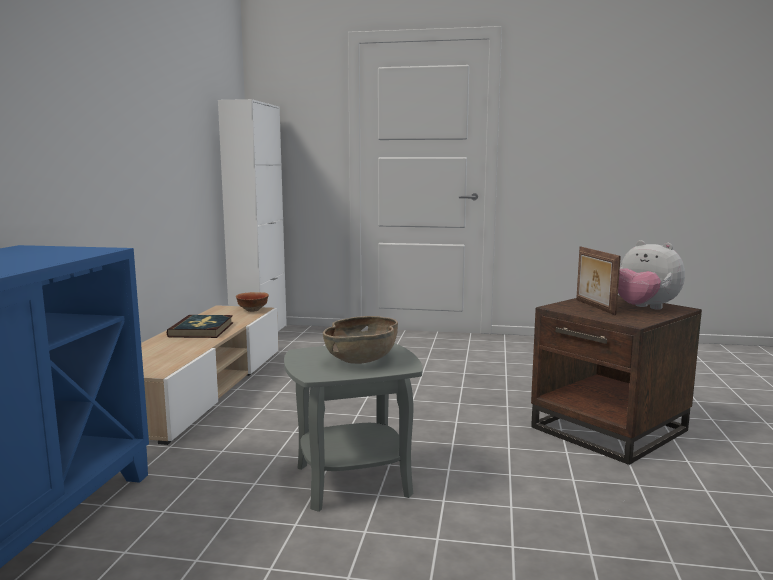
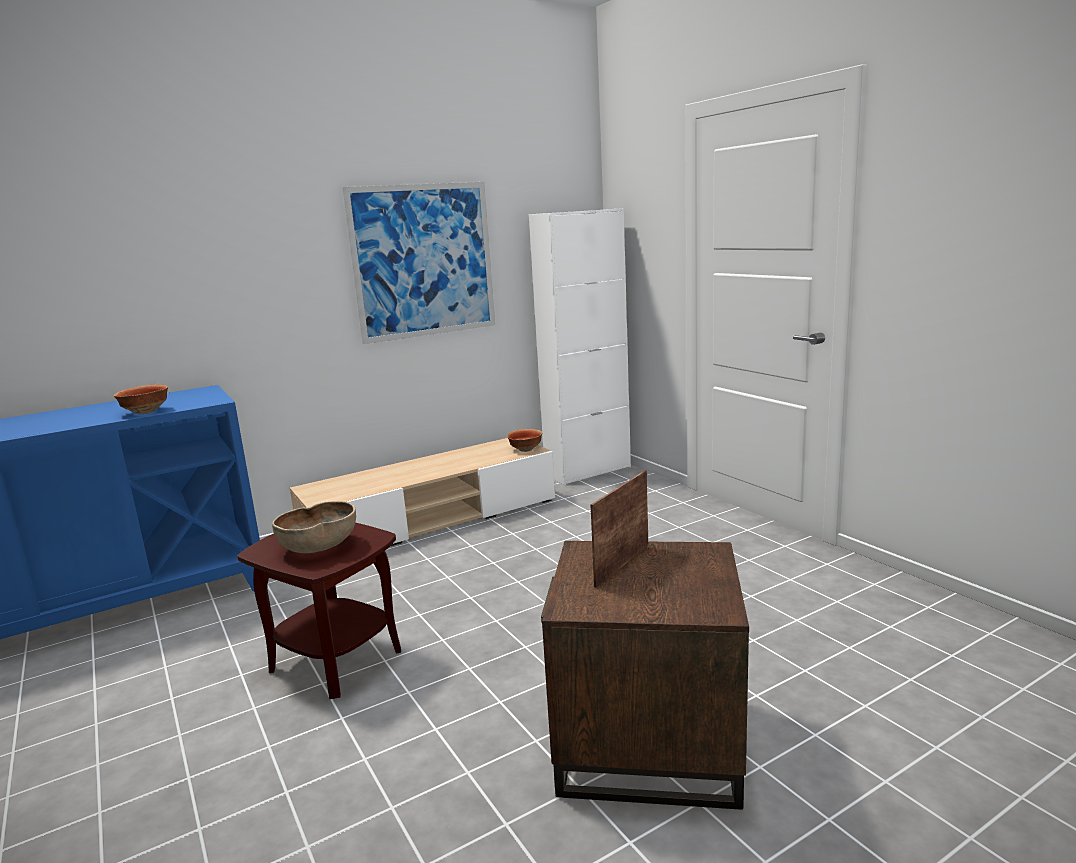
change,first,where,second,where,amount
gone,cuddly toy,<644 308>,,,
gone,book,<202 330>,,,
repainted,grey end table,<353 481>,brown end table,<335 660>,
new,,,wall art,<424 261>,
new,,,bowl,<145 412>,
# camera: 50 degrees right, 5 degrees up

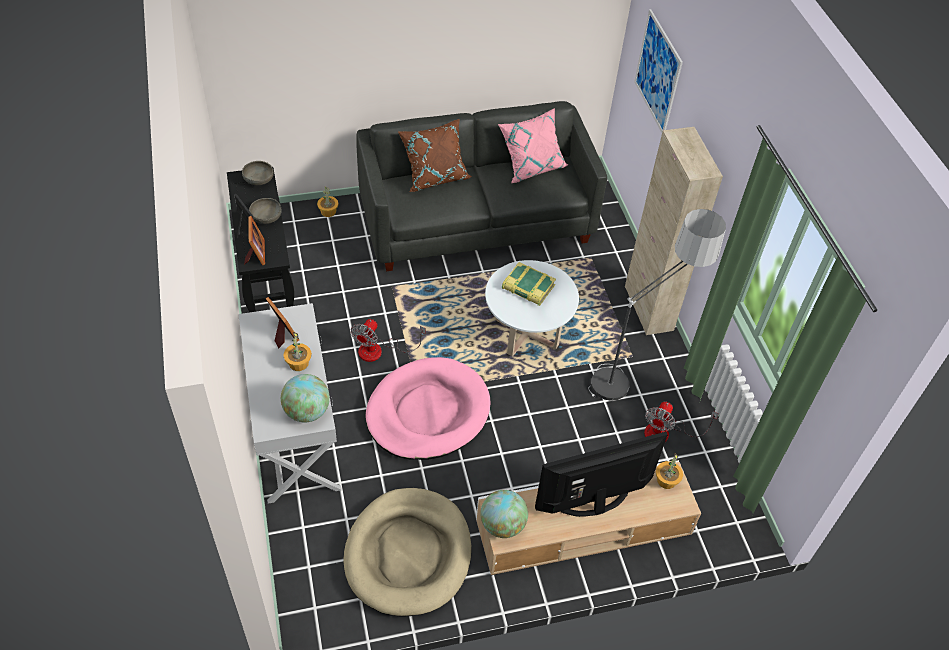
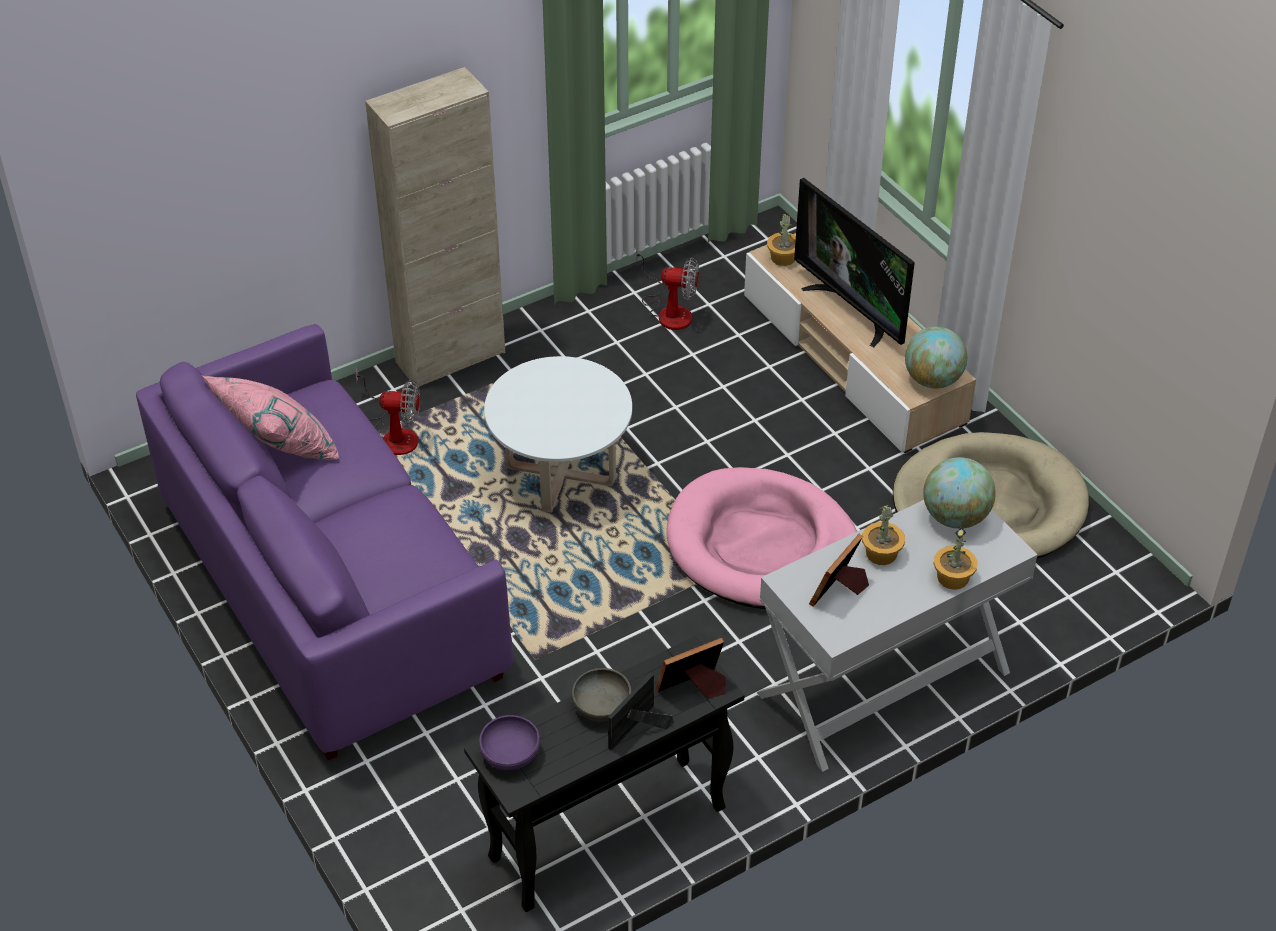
change,first,where,second,where,amount
gone,wall art,<657 72>,,,
repainted,grey settee,<477 221>,purple-coloured settee,<331 591>,
gone,brown pillow,<435 176>,,,
repainted,grey bowl,<258 180>,purple-coloured bowl,<510 754>,
shifted,plant in a pot,<328 212>,,<953 577>,
gone,standard lamp,<634 373>,,,
gone,book,<528 287>,,,
shifted,electric fan,<379 351>,,<394 434>,
# camera: 105 degrees left, 5 degrees down

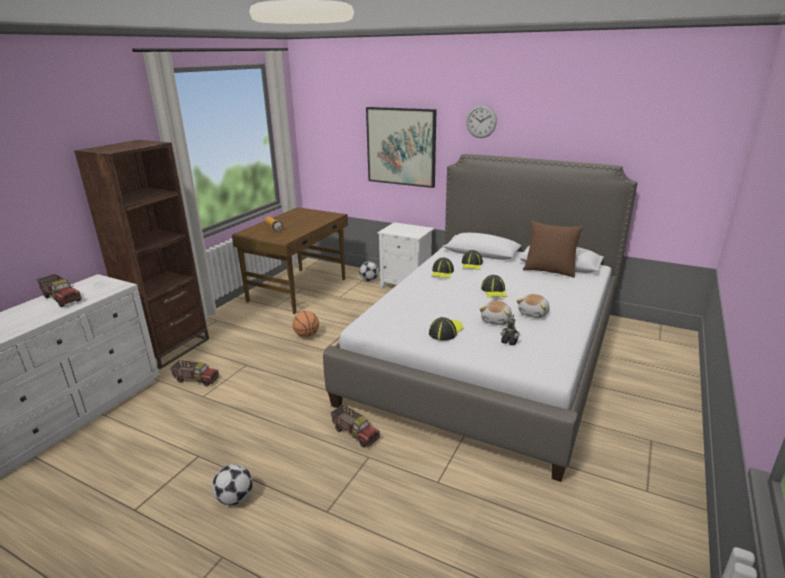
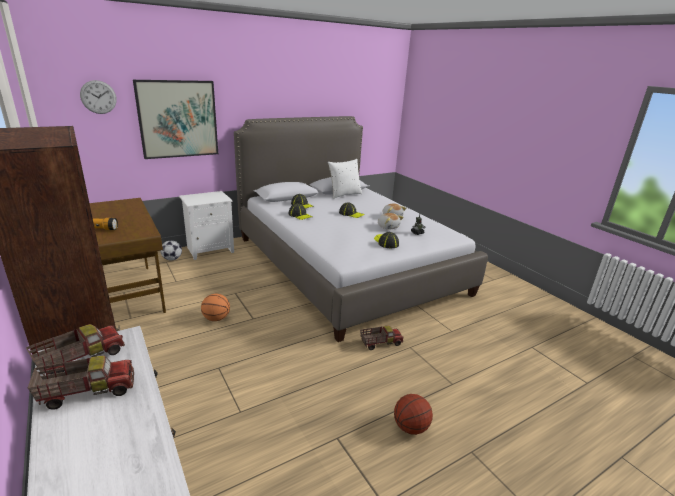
change,first,where,second,where,amount
shifted,hanging clock,<481 121>,,<98 97>,
repainted,brown pillow,<549 271>,white-coloured pillow,<344 194>,
shifted,toy lorry,<196 379>,,<81 359>,
swapped,football ball,<235 498>,basketball ball,<410 427>,
# camera: 60 degrees left, 0 degrees up

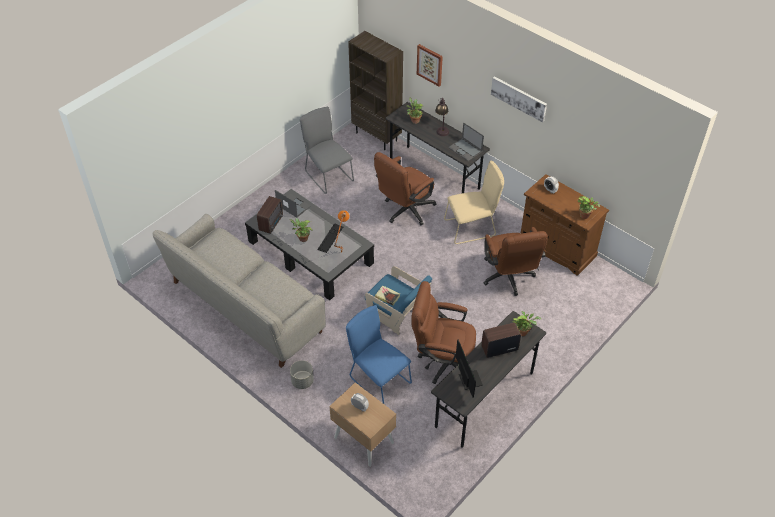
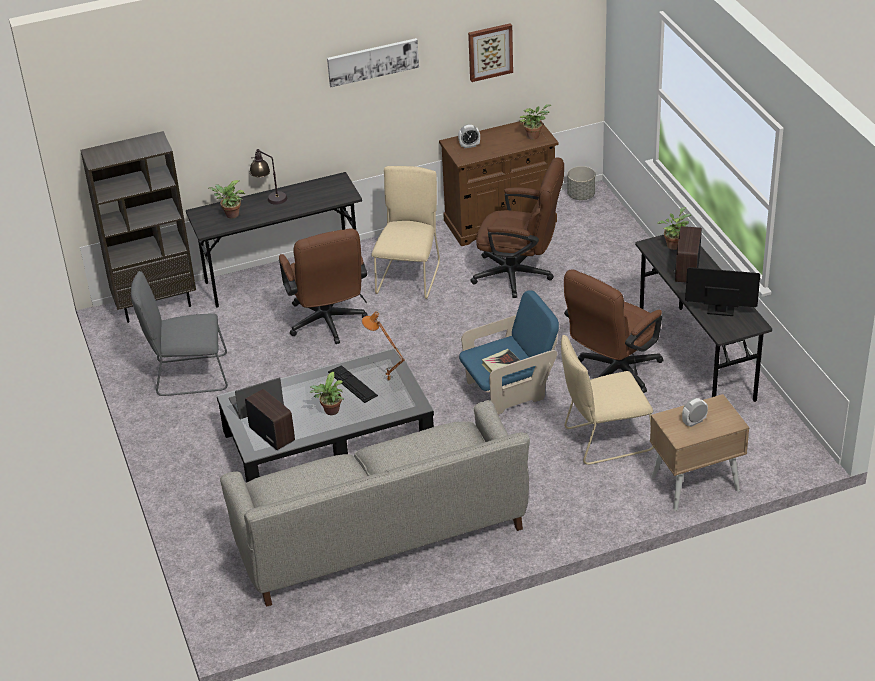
change,first,where,second,where,amount
shifted,wall art,<430 64>,,<490 51>,
gone,notebook computer,<465 150>,,,
repainted,bluish plain chair,<378 379>,beige-coloured plain chair,<604 440>,
shifted,grey plant pot,<302 381>,,<581 196>,
# camera: 60 degrees left, 10 degrees down

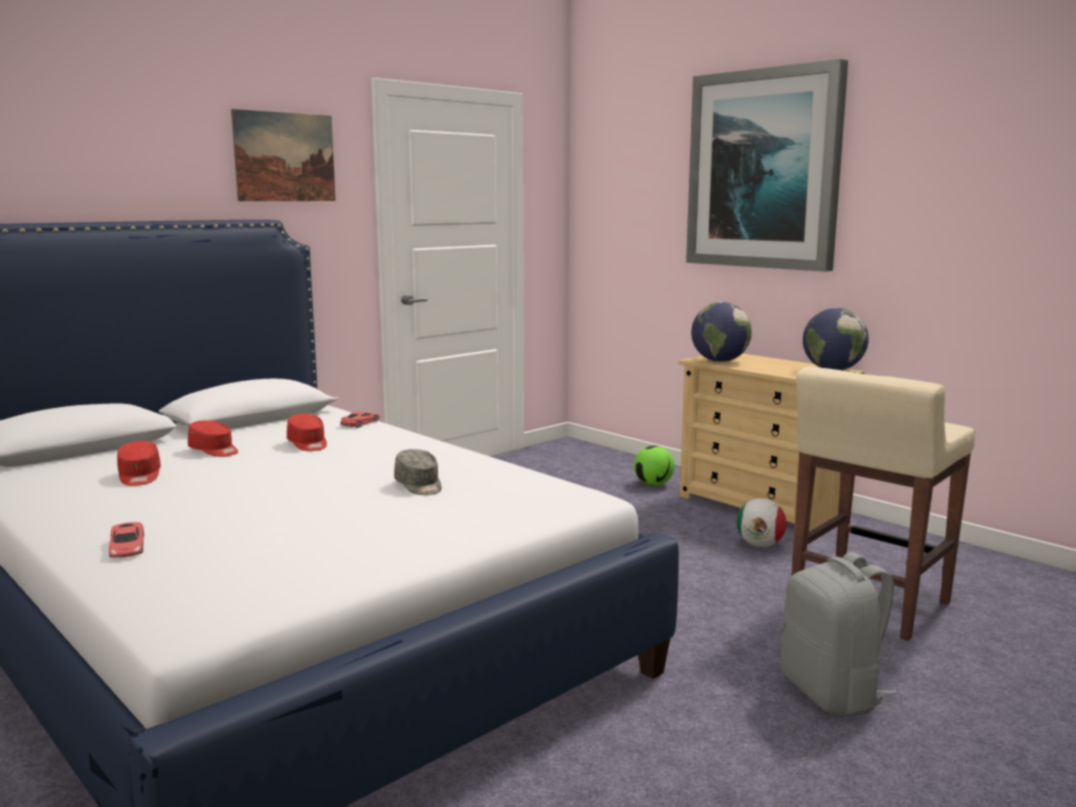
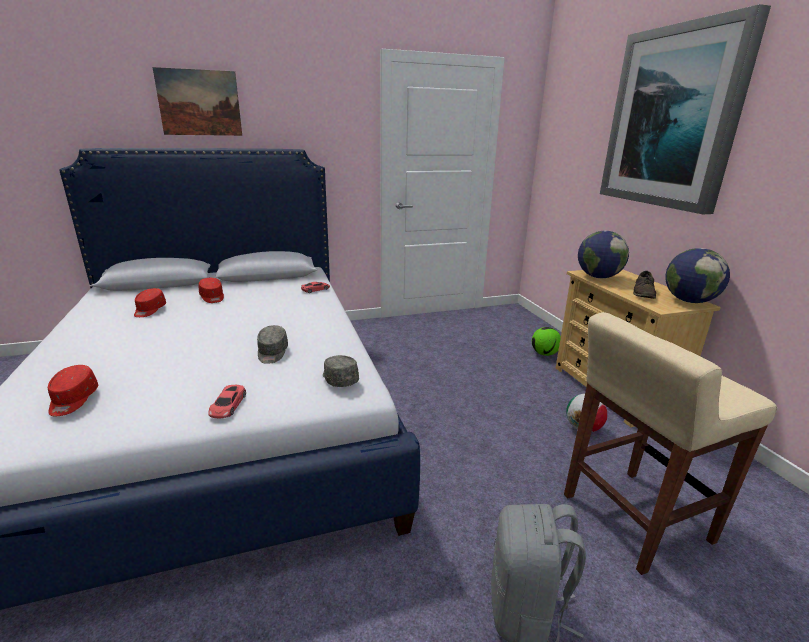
change,first,where,second,where,amount
shifted,wall art,<285 157>,,<199 103>,
shifted,red-coloured cap,<308 444>,,<73 400>,
shifted,red-coloured model car,<127 546>,,<228 405>,
new,,,brown shoe,<644 293>,
new,,,grey cap,<339 378>,
# camera: 25 degrees right, 10 degrees up

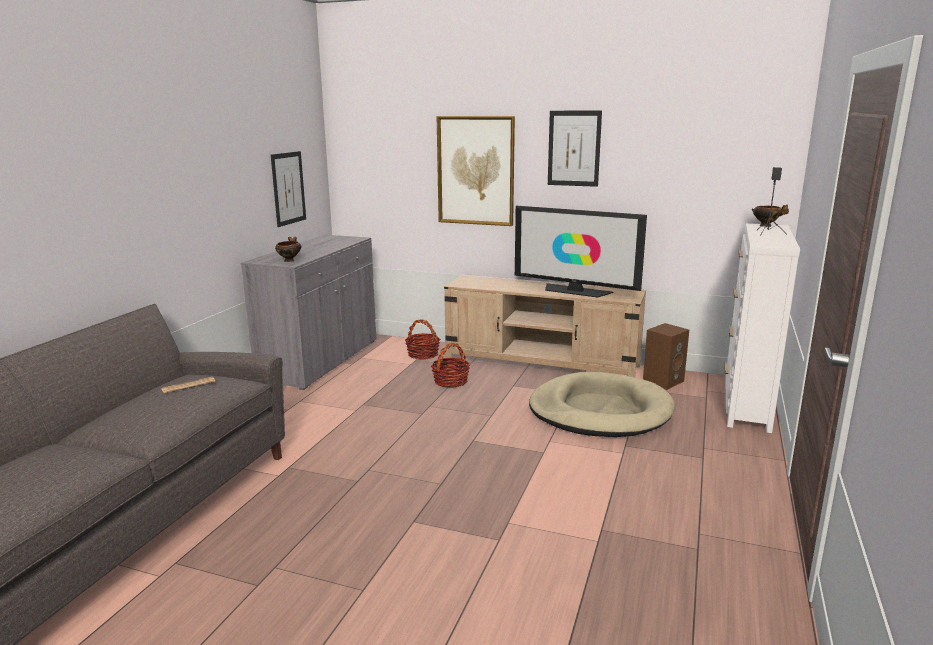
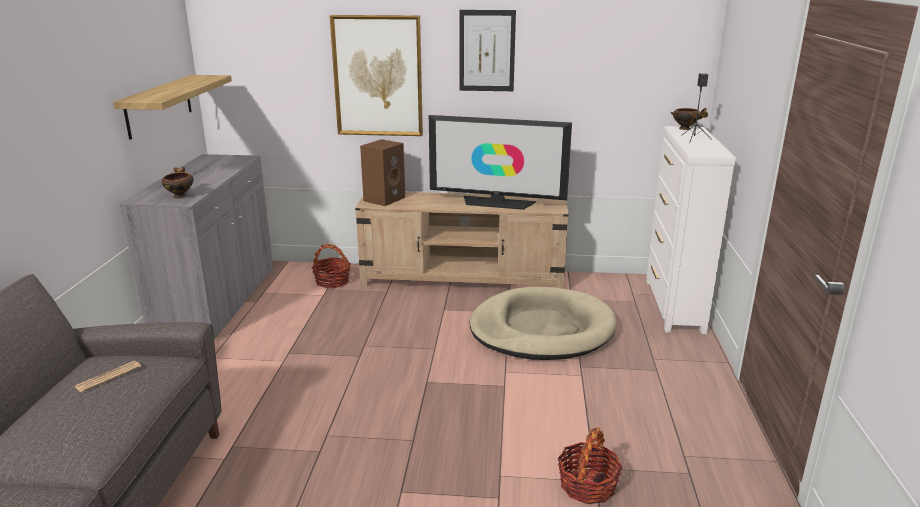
change,first,where,second,where,amount
swapped,wall art,<288 188>,bracket shelf,<159 105>,
shifted,brown speaker,<663 381>,,<384 199>,
shifted,basket,<450 381>,,<587 486>,
# camera: 15 degrees left, 5 degrees up

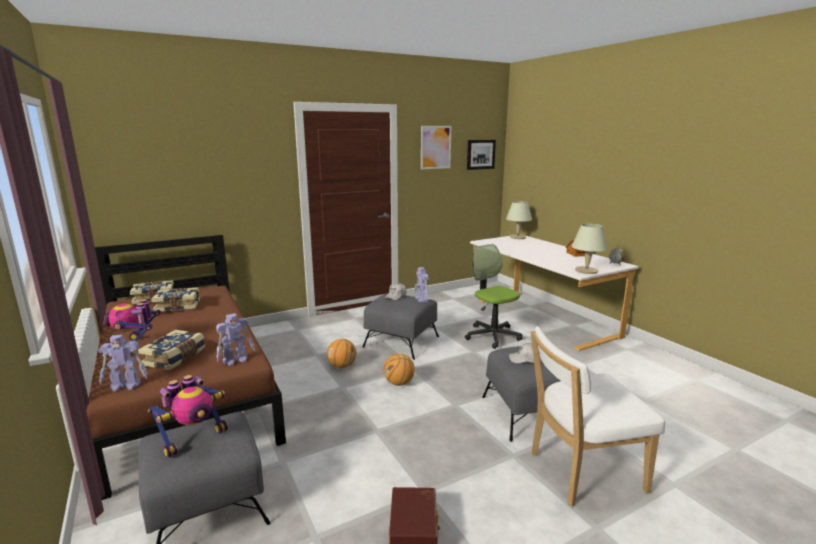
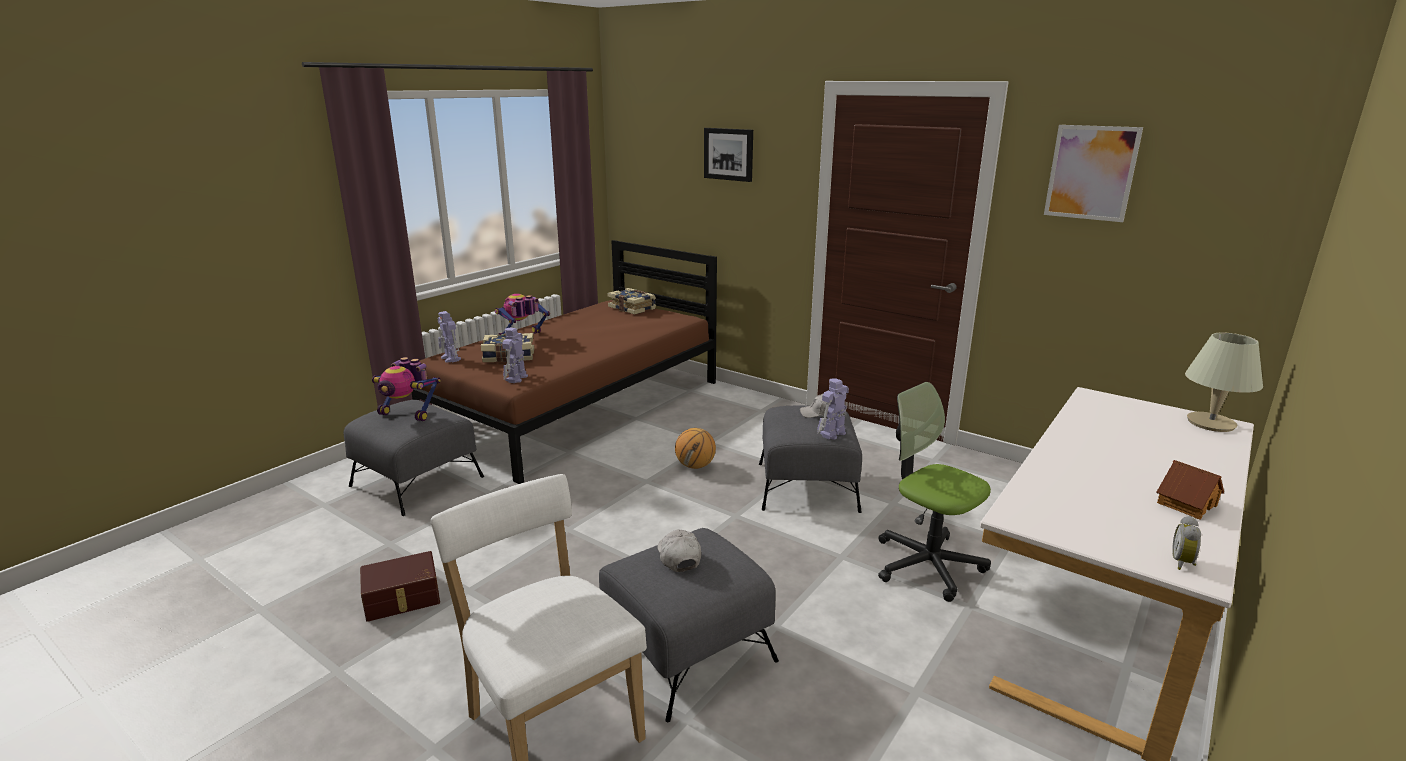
change,first,where,second,where,amount
shifted,wall art,<480 154>,,<729 154>,
gone,beige-coloured lamp for a table,<586 271>,,,
rotated,office chair,<492 336>,,<927 564>,75 degrees counterclockwise
gone,book,<178 306>,,,
rotated,toy robot,<236 360>,,<516 378>,75 degrees clockwise
gone,basketball ball,<399 383>,,,
# camera: 65 degrees right, 5 degrees up

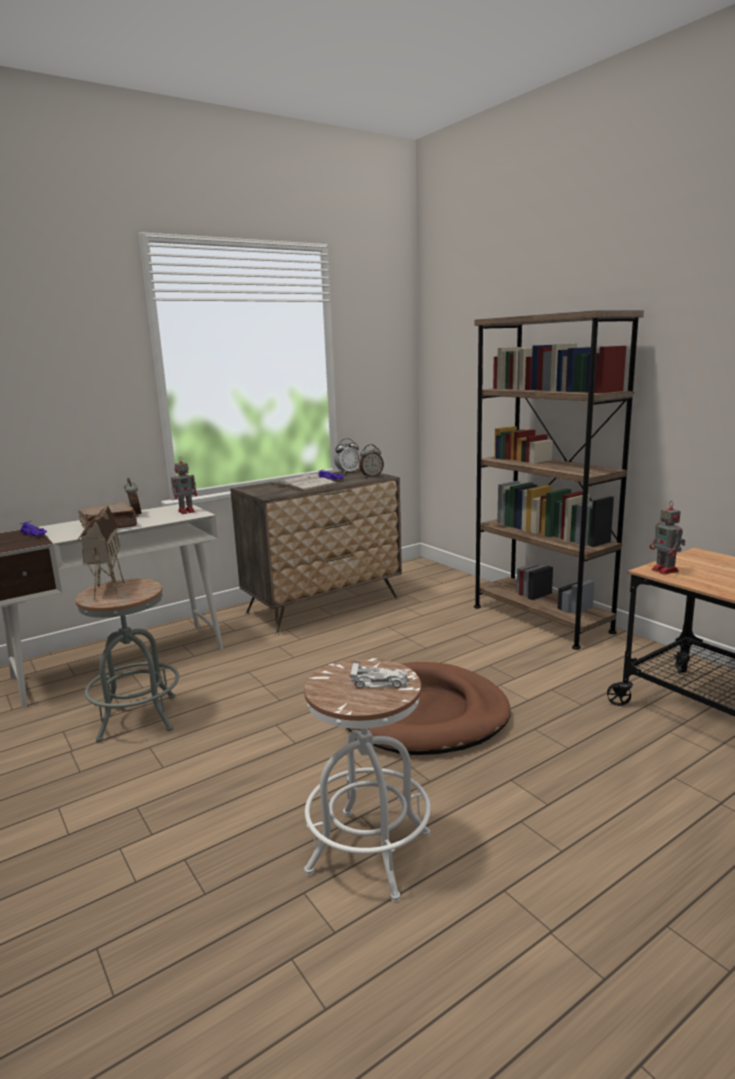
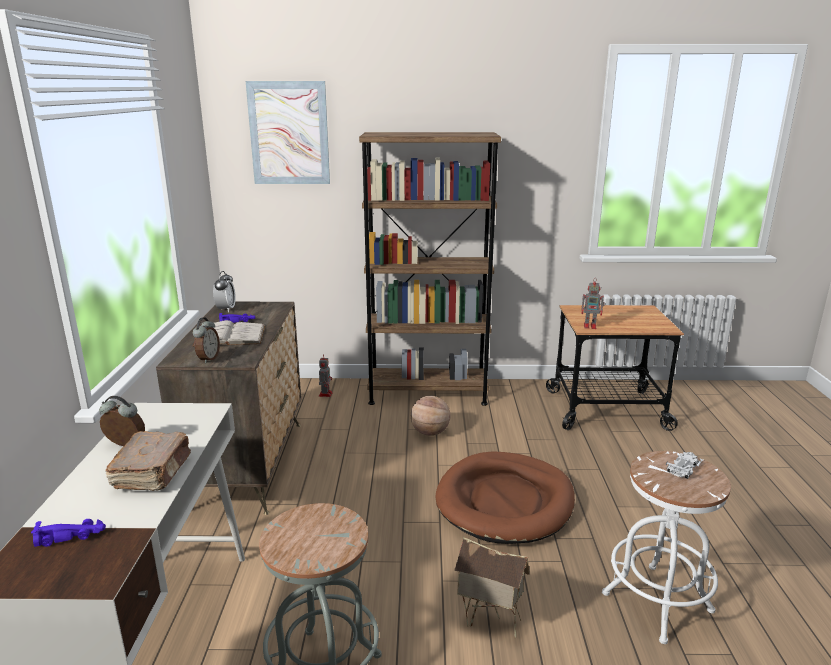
change,first,where,second,where,amount
shifted,bedside clock,<371 476>,,<208 359>,
shifted,toy robot,<187 511>,,<325 394>,
shifted,toy house,<106 590>,,<489 623>,
new,,,wall art,<289 133>,
new,,,basketball ball,<430 433>,
# camera: 55 degrees left, 5 degrees up

